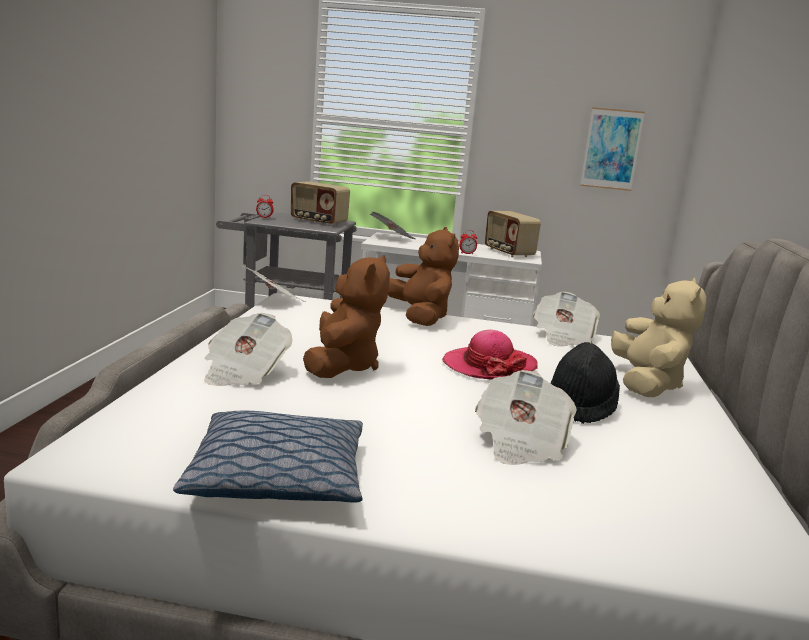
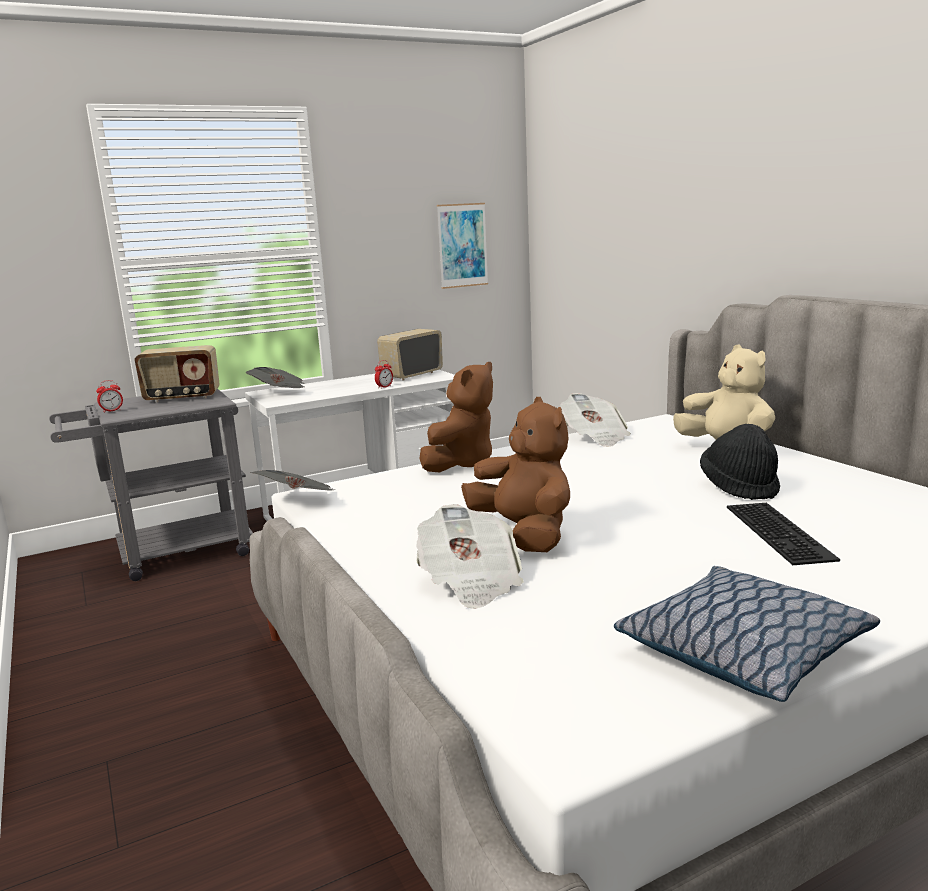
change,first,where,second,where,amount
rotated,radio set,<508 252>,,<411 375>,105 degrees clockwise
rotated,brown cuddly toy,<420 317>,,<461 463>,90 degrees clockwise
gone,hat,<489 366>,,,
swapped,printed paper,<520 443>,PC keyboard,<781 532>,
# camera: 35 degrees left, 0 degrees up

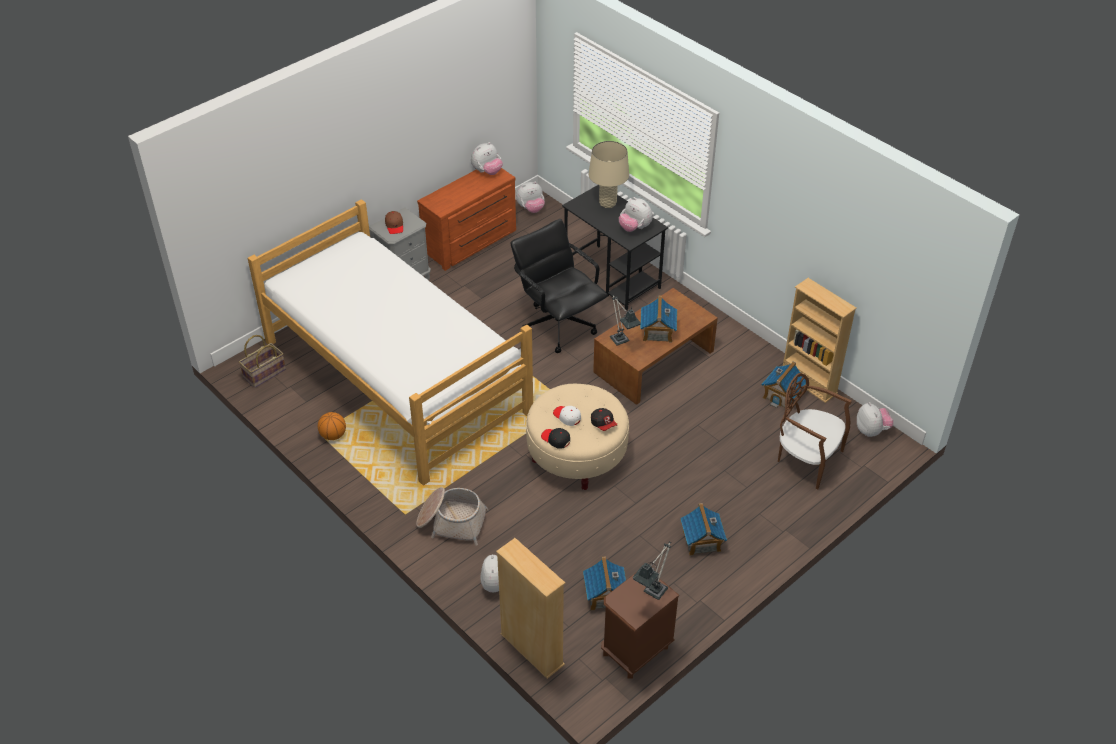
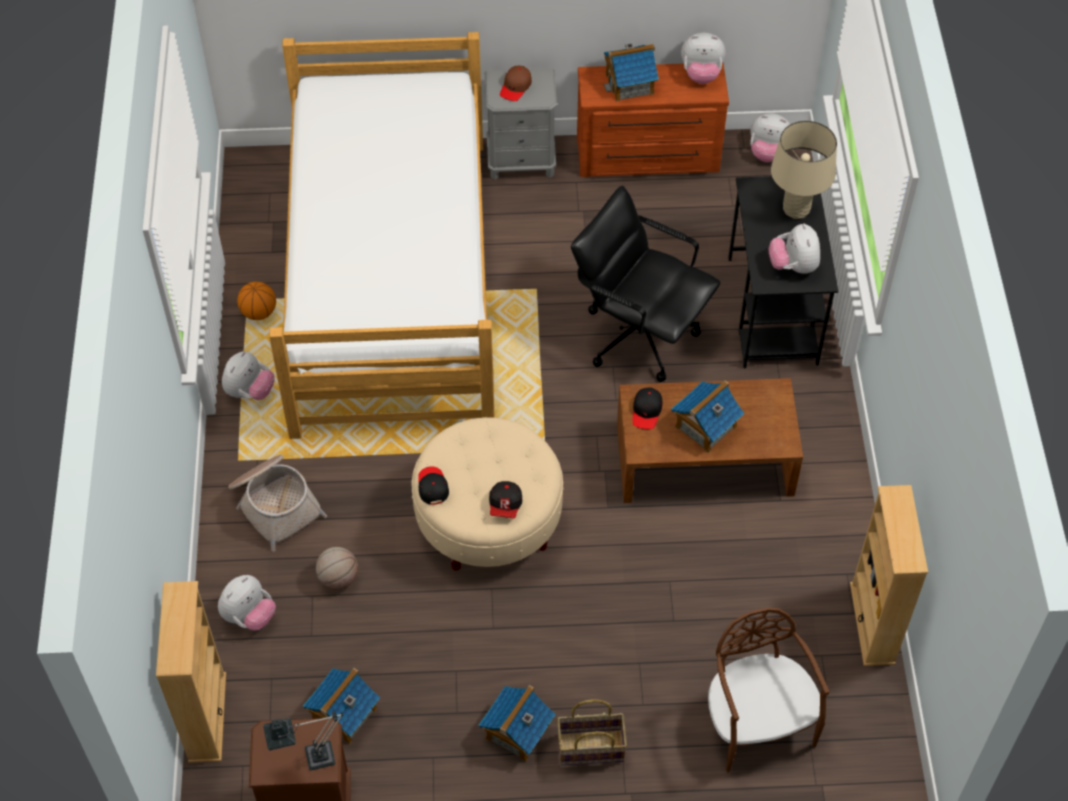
change,first,where,second,where,amount
rotated,black office chair,<558 325>,,<639 334>,60 degrees counterclockwise
swapped,lamp for a table,<621 342>,black cap,<646 411>,
shifted,basket,<264 374>,,<590 749>,
shifted,toy house,<782 395>,,<630 84>,
shifted,cuddly toy,<871 431>,,<249 391>,
gone,white-coloured cap,<567 417>,,,
new,,,basketball ball,<338 578>,
# camera: 40 degrees right, 10 degrees up

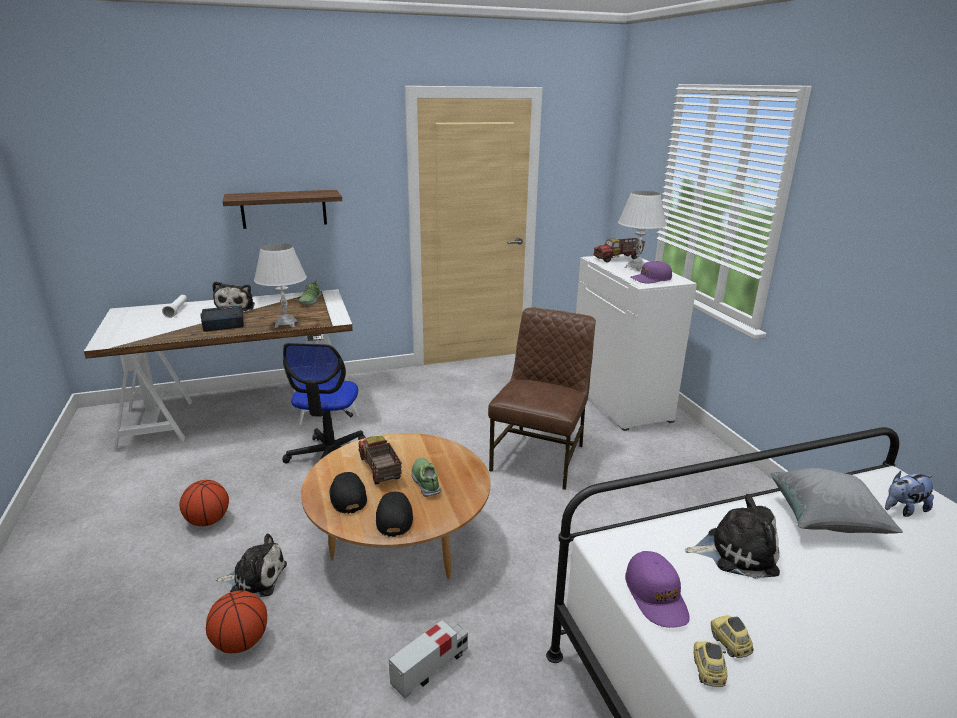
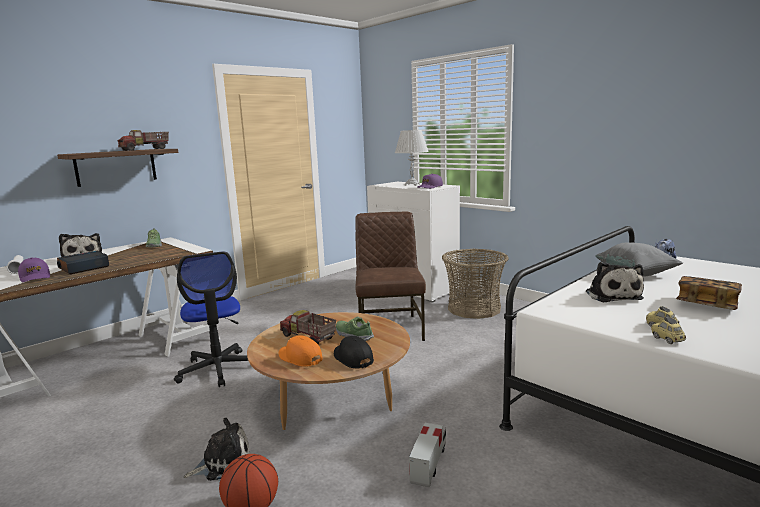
change,first,where,second,where,amount
shifted,toy lorry,<618 259>,,<145 149>,
gone,white-coloured lamp for a table,<286 324>,,,
repainted,black cap,<347 496>,orange cap,<300 358>,
gone,basketball ball,<208 521>,,,
rotated,cuddly toy,<736 552>,,<612 295>,105 degrees clockwise
shifted,purple-coloured cap,<656 596>,,<35 277>,
new,,,basket,<474 308>,
new,,,book,<706 305>,
# camera: 25 degrees left, 10 degrees down

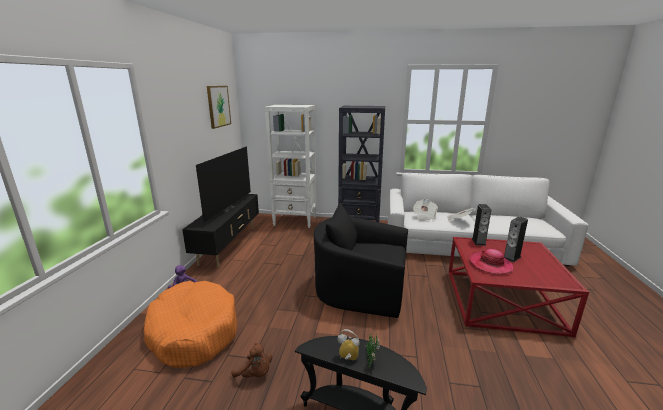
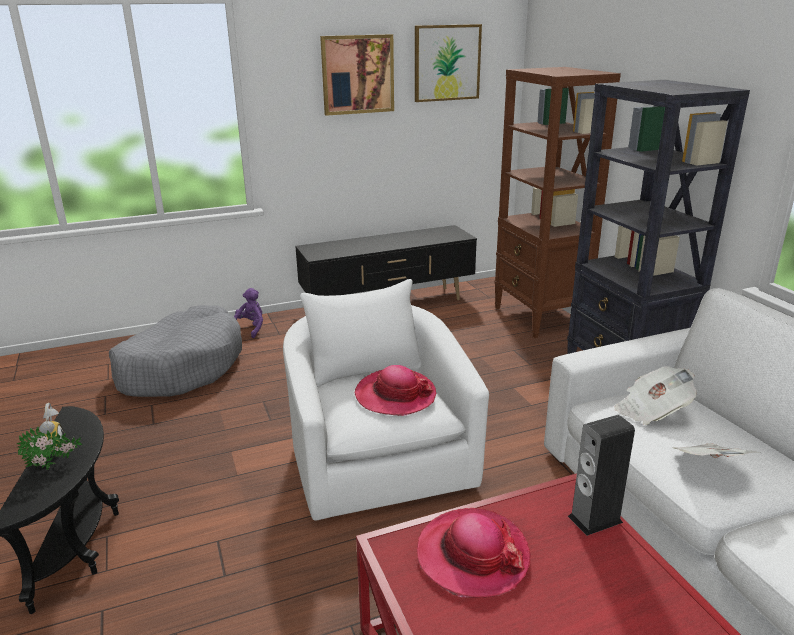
change,first,where,second,where,amount
repainted,white-coloured shelving unit,<295 221>,brown shelving unit,<540 317>,
gone,TV set,<225 208>,,,
repainted,black easy chair,<361 289>,white-coloured easy chair,<378 457>,
gone,speaker,<511 257>,,,
repainted,orange pet bed,<193 331>,grey pet bed,<181 367>,
gone,brown cuddly toy,<255 374>,,,
new,,,wall art,<357 74>,
new,,,hat,<395 395>,
# camera: 60 degrees right, 5 degrees up

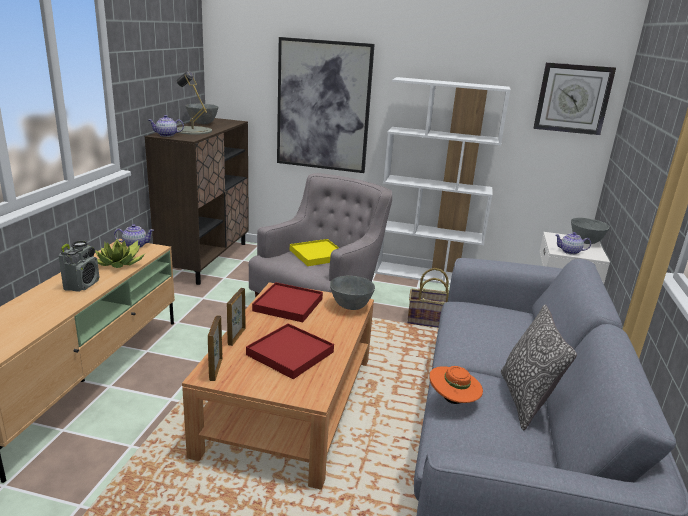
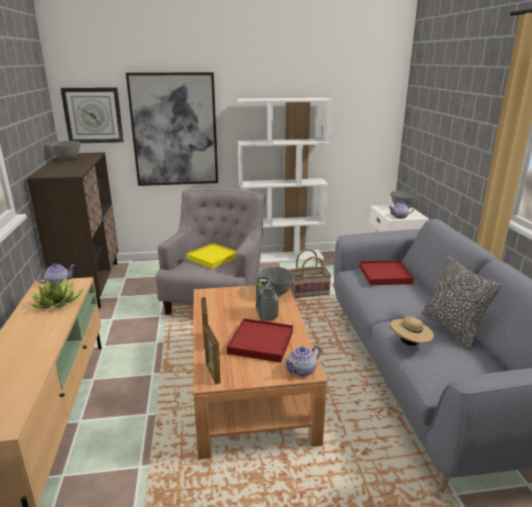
change,first,where,second,where,amount
shifted,hanging clock,<573 98>,,<93 115>,
gone,grey lamp for a table,<192 130>,,,
shifted,teapot,<167 135>,,<302 370>,
shifted,radio set,<82 285>,,<266 314>,
shifted,red-coloured carrying tray,<288 305>,,<385 275>,
repainted,orange hat,<453 401>,beige-coloured hat,<409 344>,
# camera: 20 degrees left, 0 degrees up

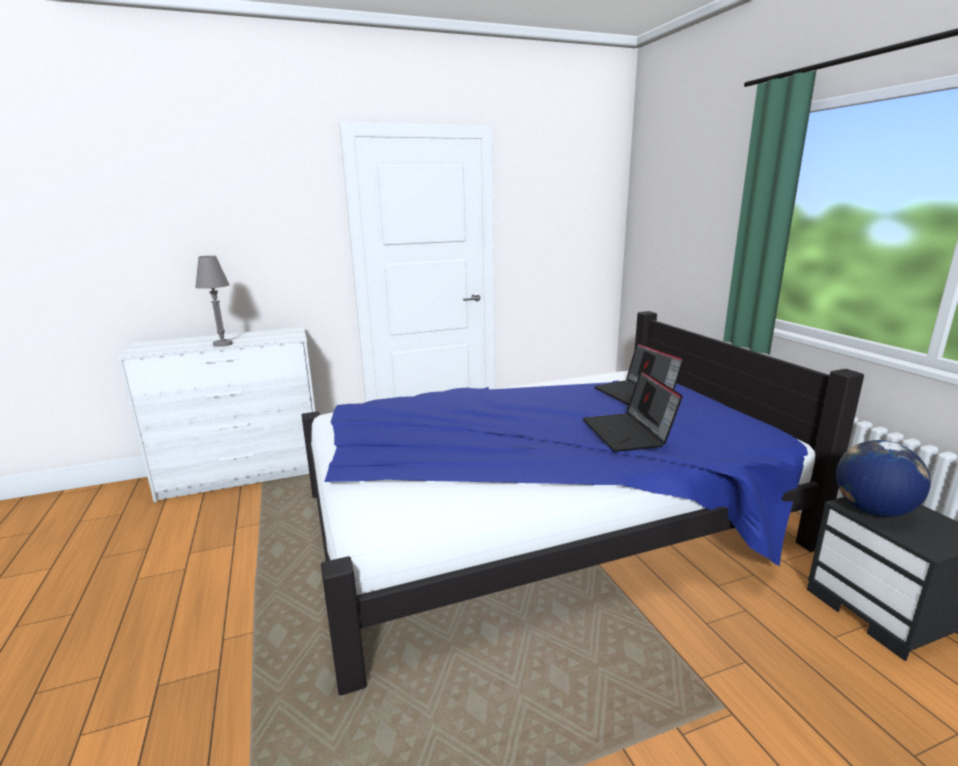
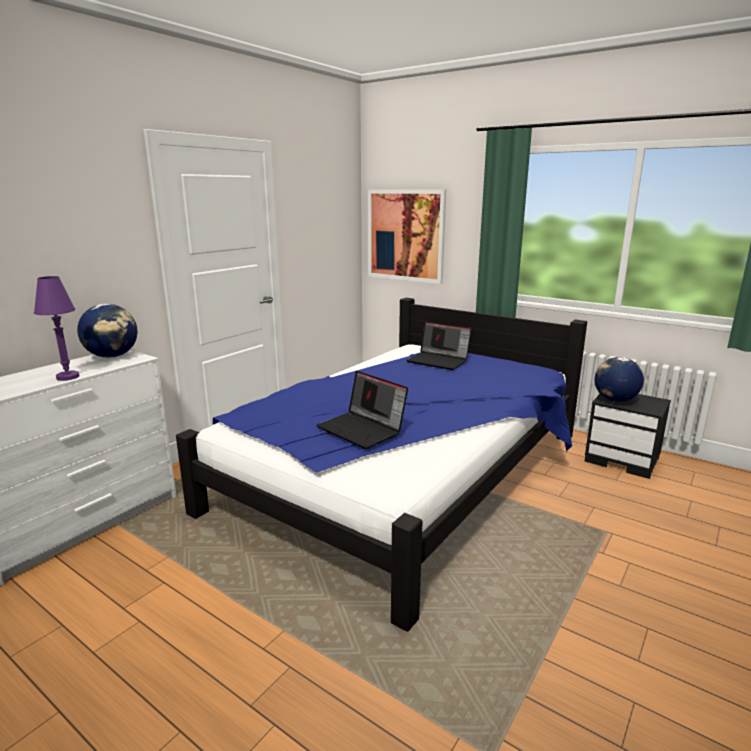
change,first,where,second,where,amount
repainted,grey lamp for a table,<223 344>,purple-coloured lamp for a table,<68 377>,
shifted,notebook computer,<628 433>,,<363 429>,
new,,,wall art,<405 235>,
new,,,globe,<112 356>,
# camera: 35 degrees left, 0 degrees up

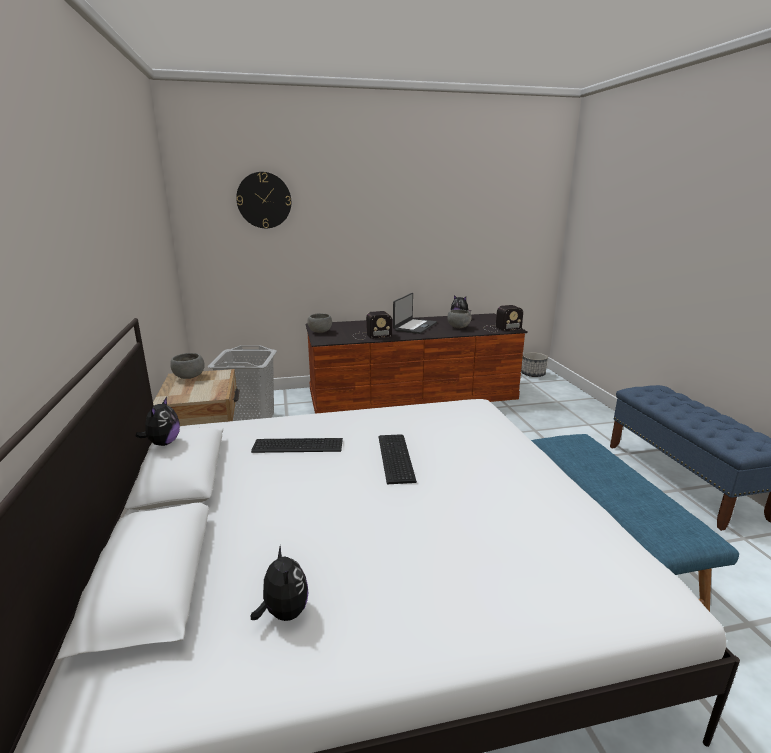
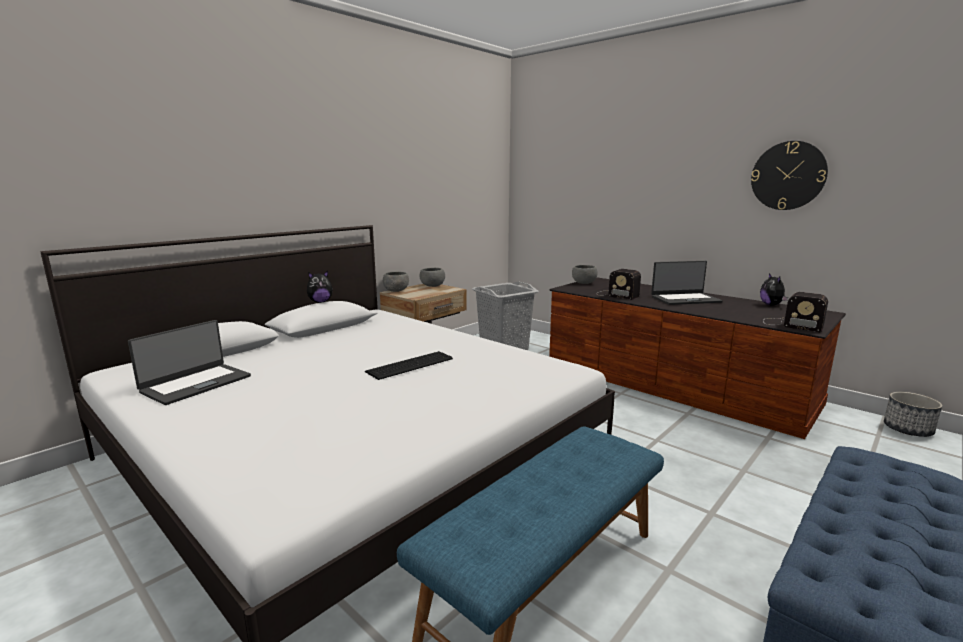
change,first,where,second,where,amount
shifted,hanging clock,<264 200>,,<788 176>,
shifted,grey bowl,<458 327>,,<396 291>,
gone,PC keyboard,<297 445>,,,
swapped,cuddly toy,<283 612>,notebook computer,<195 384>,
# camera: 55 degrees right, 5 degrees down

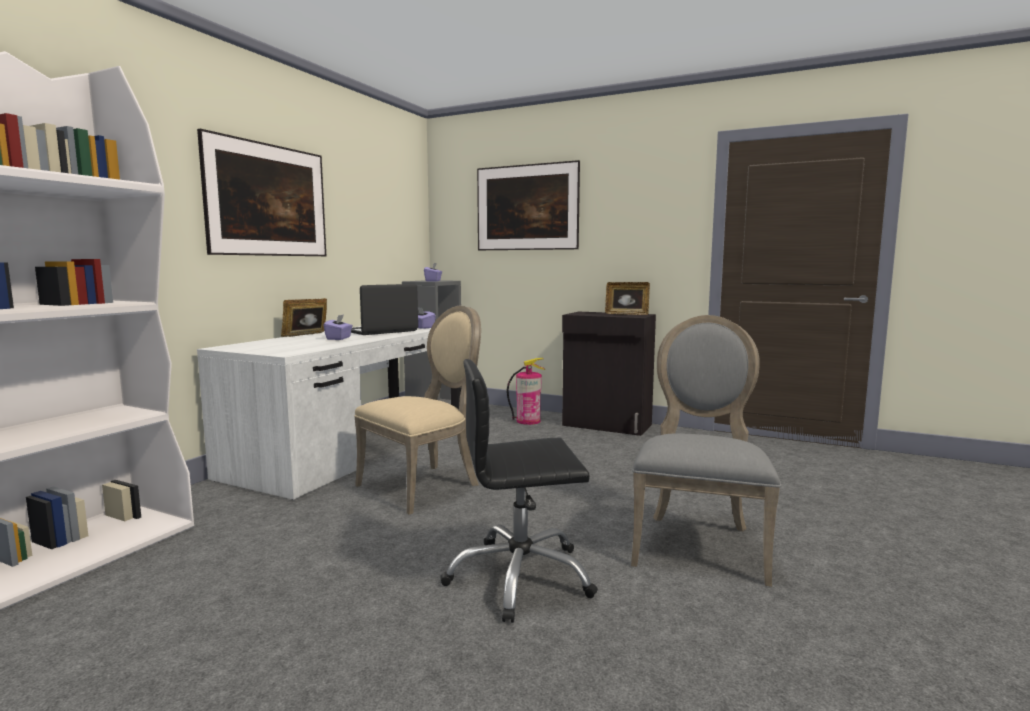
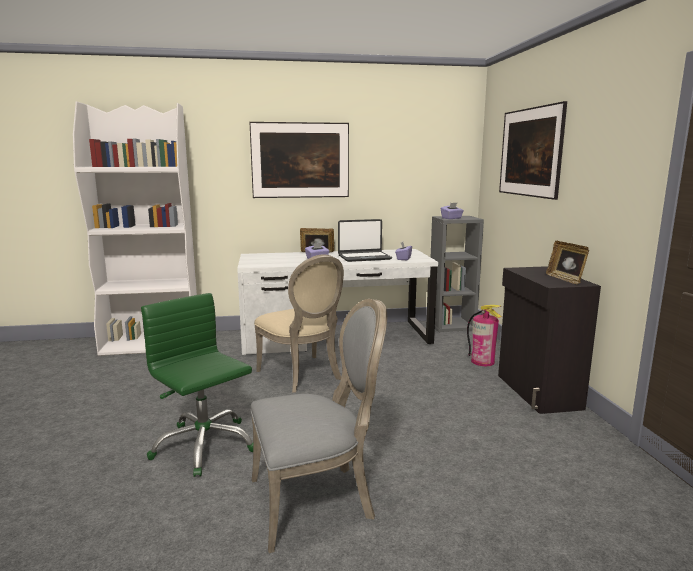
change,first,where,second,where,amount
rotated,notebook computer,<381 331>,,<364 257>,150 degrees clockwise
rotated,beige-coloured plain chair,<424 485>,,<303 375>,45 degrees clockwise
repainted,black office chair,<519 577>,green office chair,<204 445>,
# camera: 55 degrees right, 5 degrees up

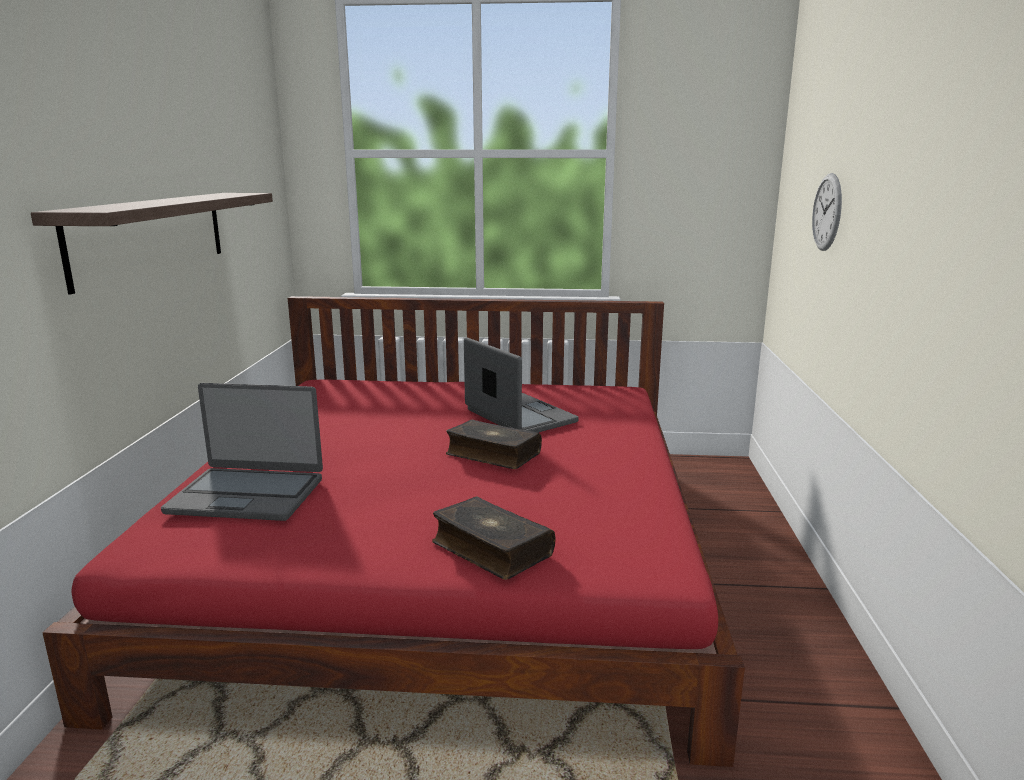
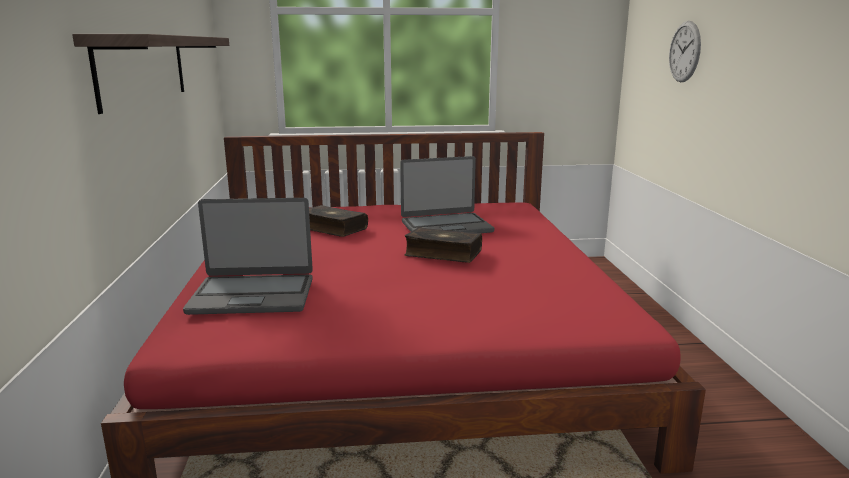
change,first,where,second,where,amount
rotated,notebook computer,<519 416>,,<446 226>,120 degrees clockwise
shifted,book,<490 549>,,<332 229>,
# camera: 10 degrees left, 0 degrees up

